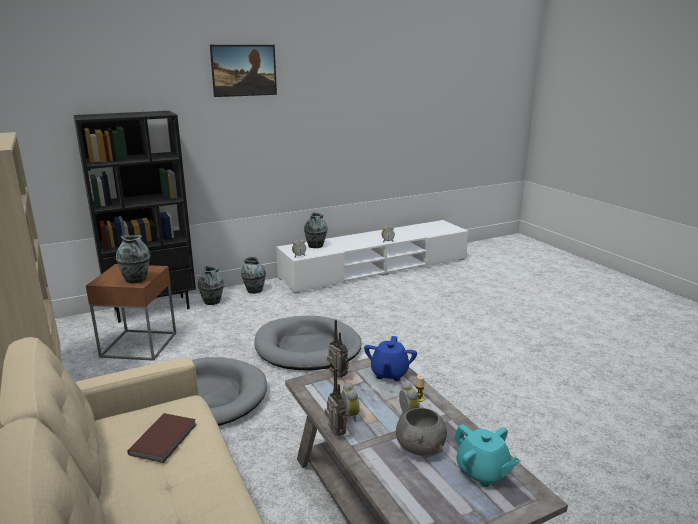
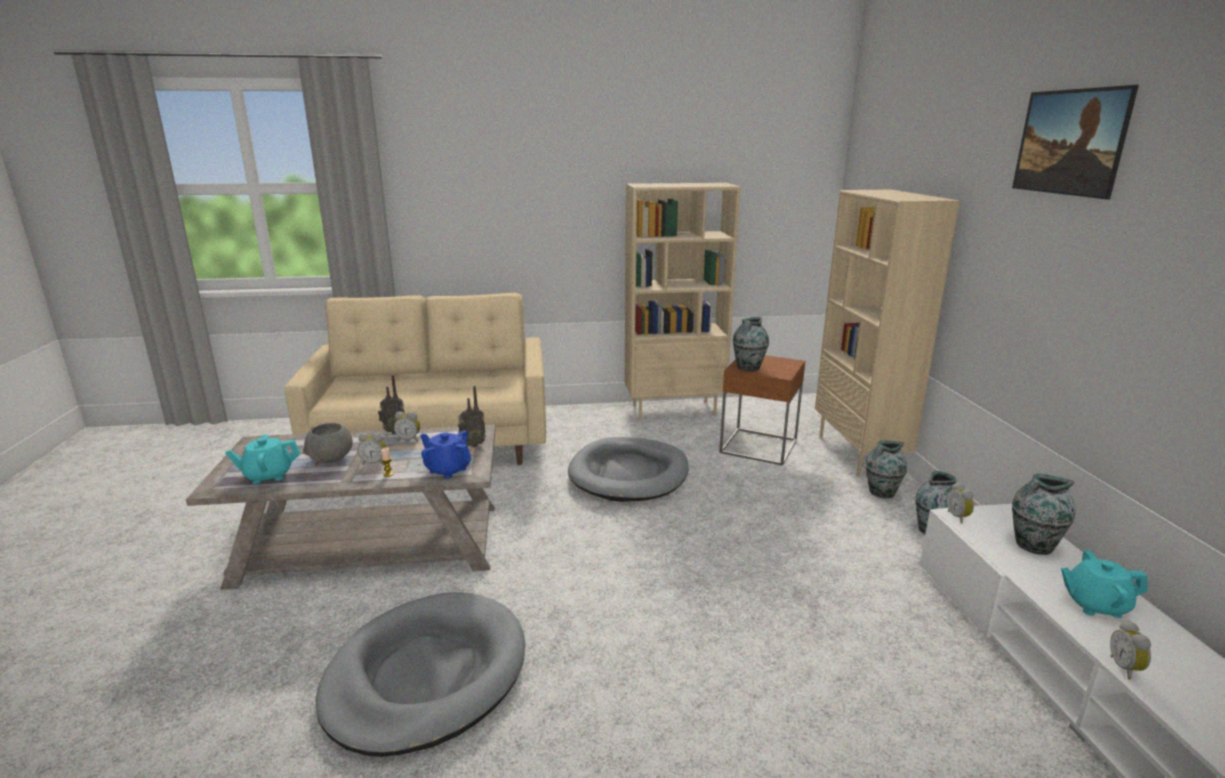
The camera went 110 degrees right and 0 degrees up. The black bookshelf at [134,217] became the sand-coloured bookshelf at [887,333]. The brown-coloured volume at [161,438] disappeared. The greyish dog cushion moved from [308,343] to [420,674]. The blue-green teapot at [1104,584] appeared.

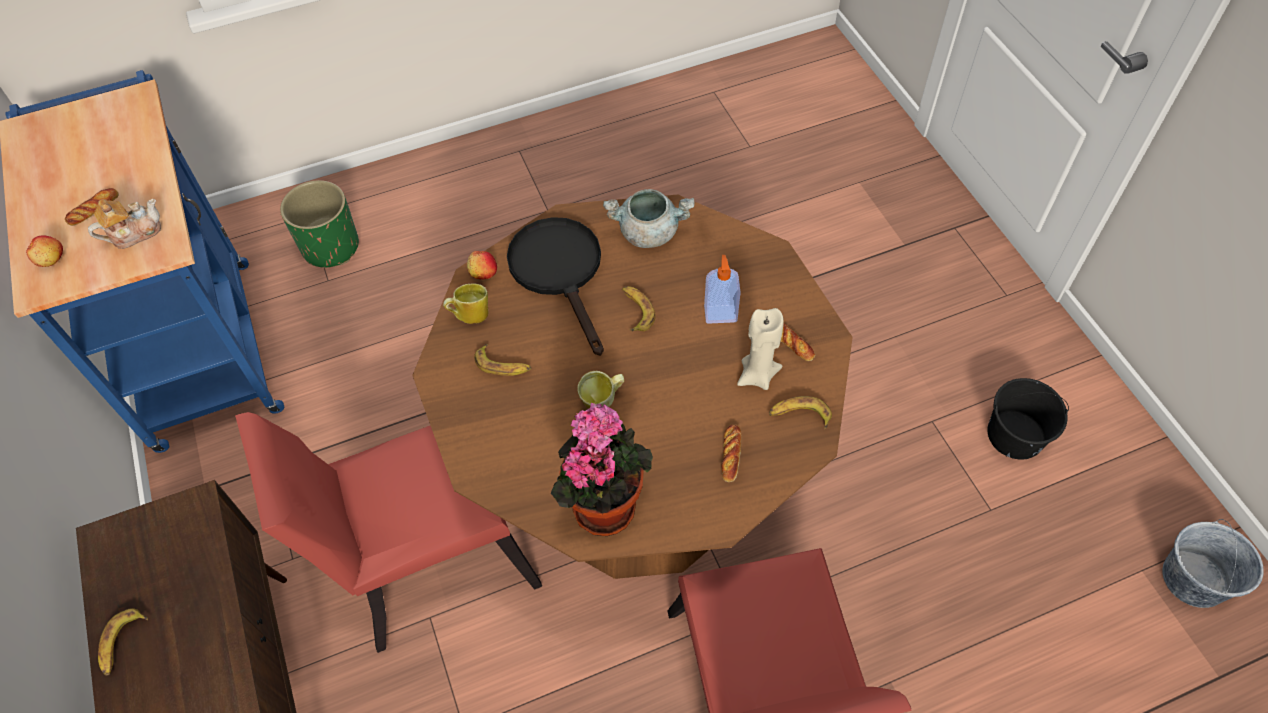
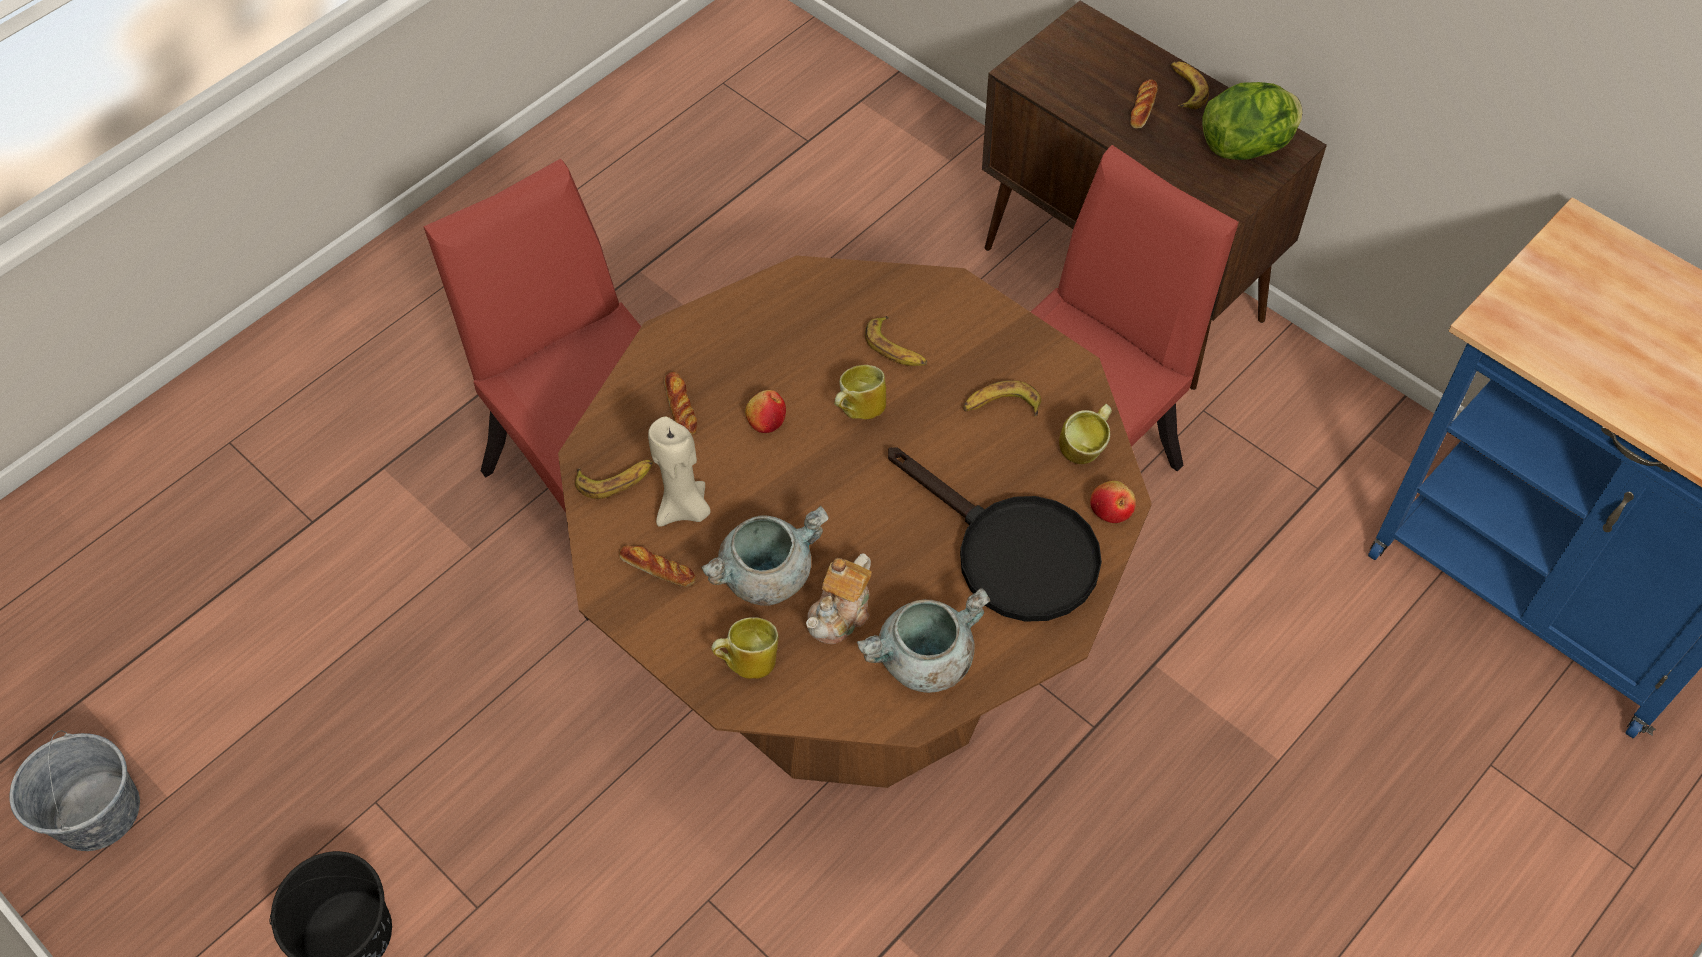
The camera went 155 degrees right and 0 degrees up. The apple moved from [44,251] to [765,411]. The bakery bread moved from [92,207] to [1144,103]. The teapot moved from [124,224] to [839,598]. The greenish flower pot at [319,224] disappeared. The plant in a pot at [602,469] disappeared. The banana moved from [639,308] to [896,341]. The liquid soap bottle at [722,289] was replaced by the greyish cooking pot at [765,555]. The coffee mug at [744,648] appeared. The lettuce head at [1252,121] appeared.

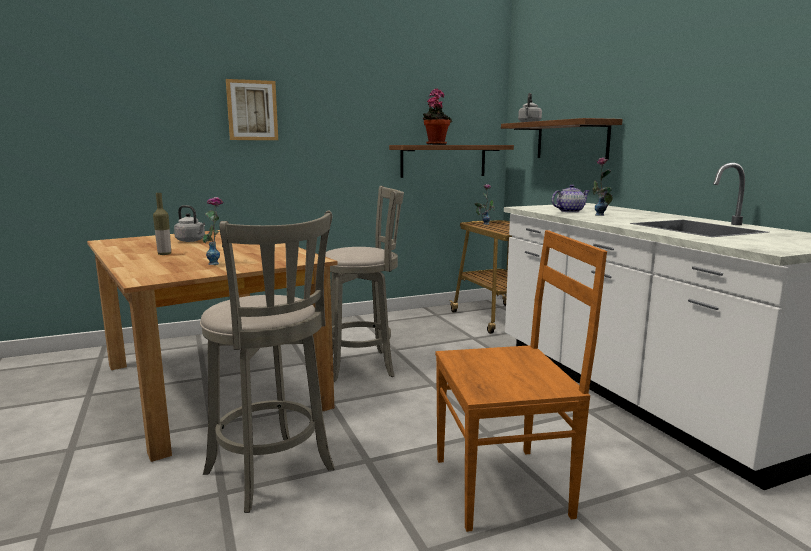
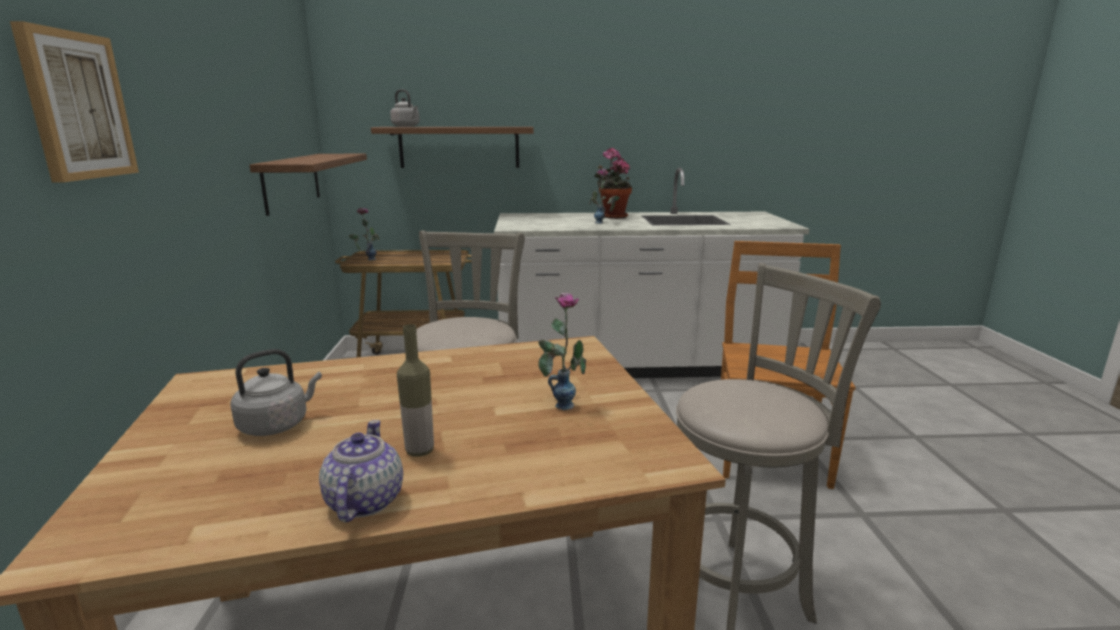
The camera went 70 degrees left and 5 degrees up. The plant in a pot moved from [437,116] to [613,183]. The teapot moved from [571,198] to [361,471].

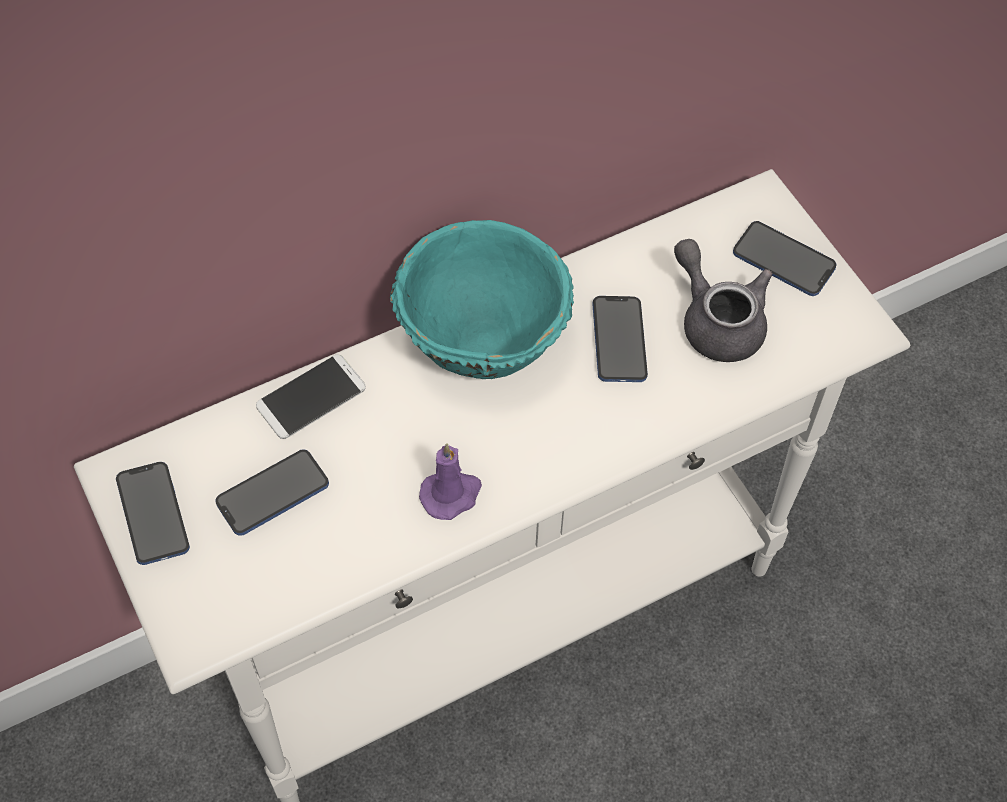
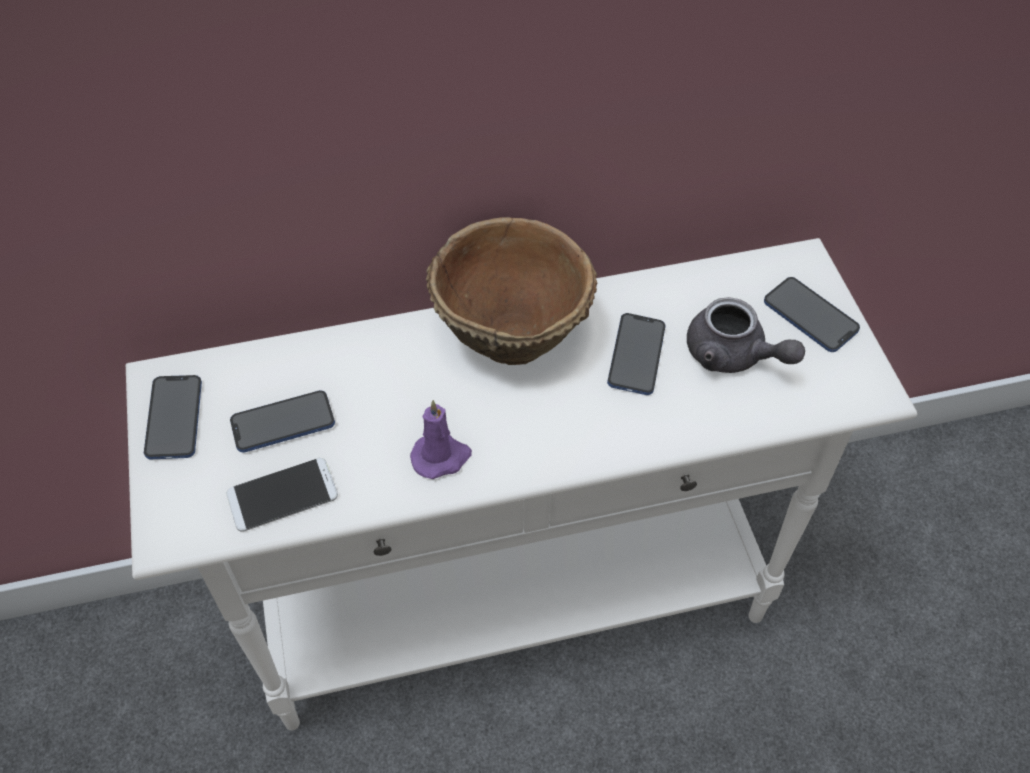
The camera went 15 degrees right and 5 degrees down. The handset moved from [311,397] to [282,495]. The blue-green bowl at [482,299] became the brown-coloured bowl at [511,291]. The greyish teapot at [723,300] turned 150 degrees clockwise.

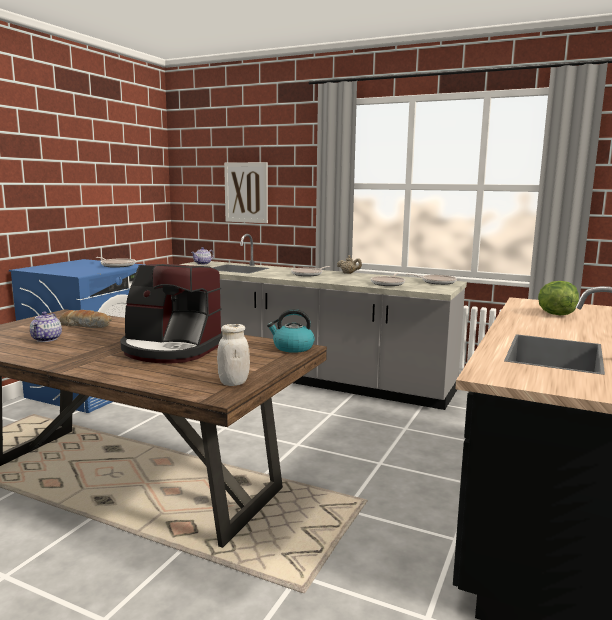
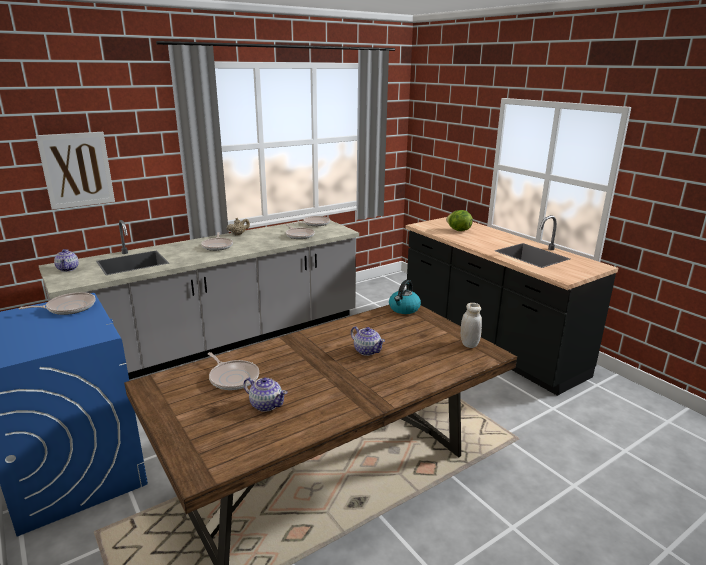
The camera went 60 degrees left and 10 degrees up. The bakery bread at [85,319] was replaced by the skillet at [233,371]. The coffee machine at [171,314] was replaced by the teapot at [368,341].

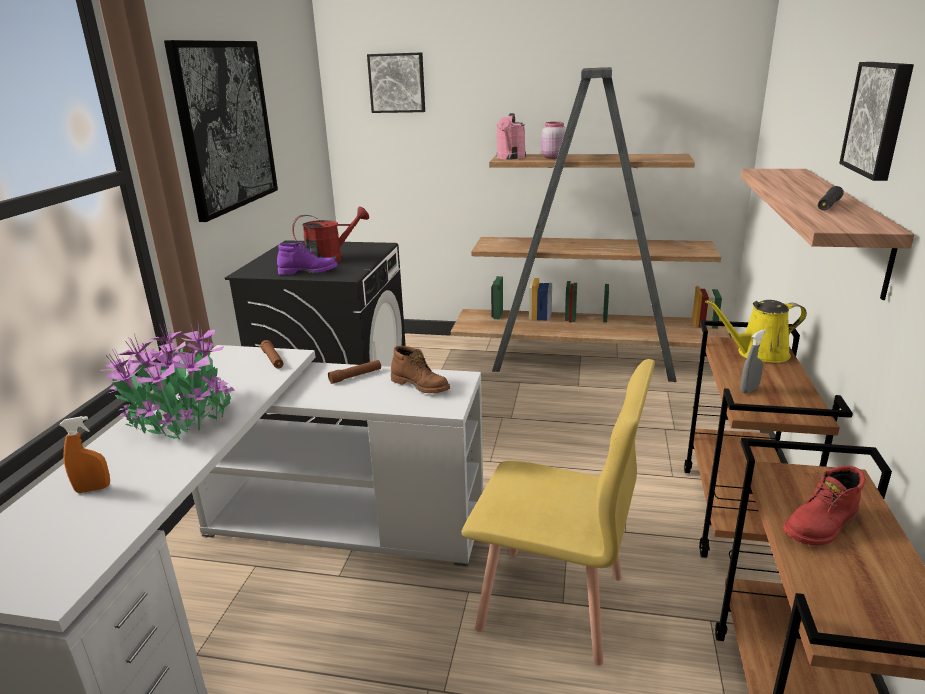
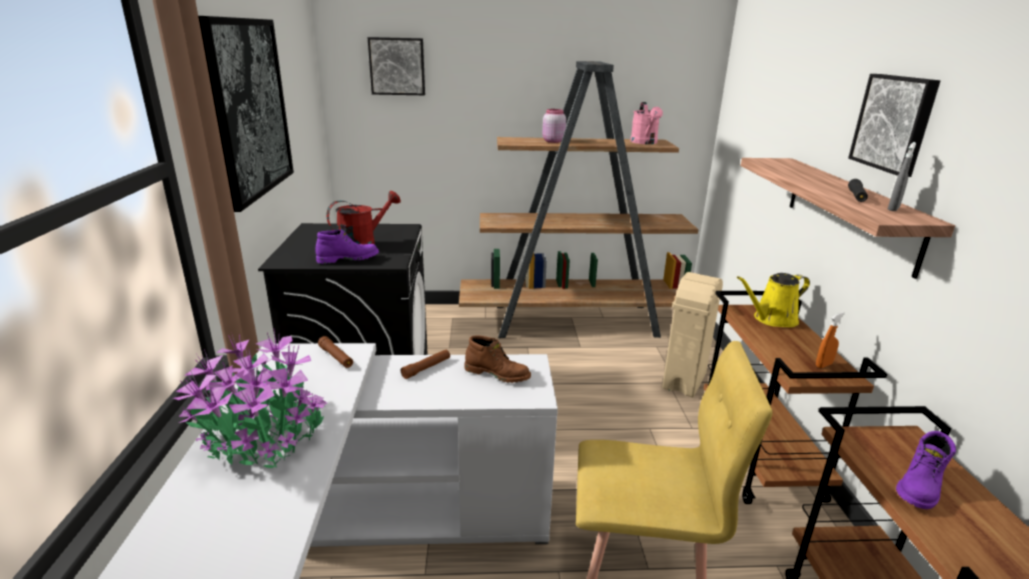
The camera went 15 degrees left and 0 degrees up. The orangey hand sprayer moved from [84,454] to [830,340]. The pink-coloured watering pot moved from [511,136] to [646,123]. The greyish hand sprayer moved from [753,361] to [902,176]. The red-coloured tall boot at [824,505] became the purplish tall boot at [926,470]. The sand-coloured rubbish bin at [692,334] appeared.

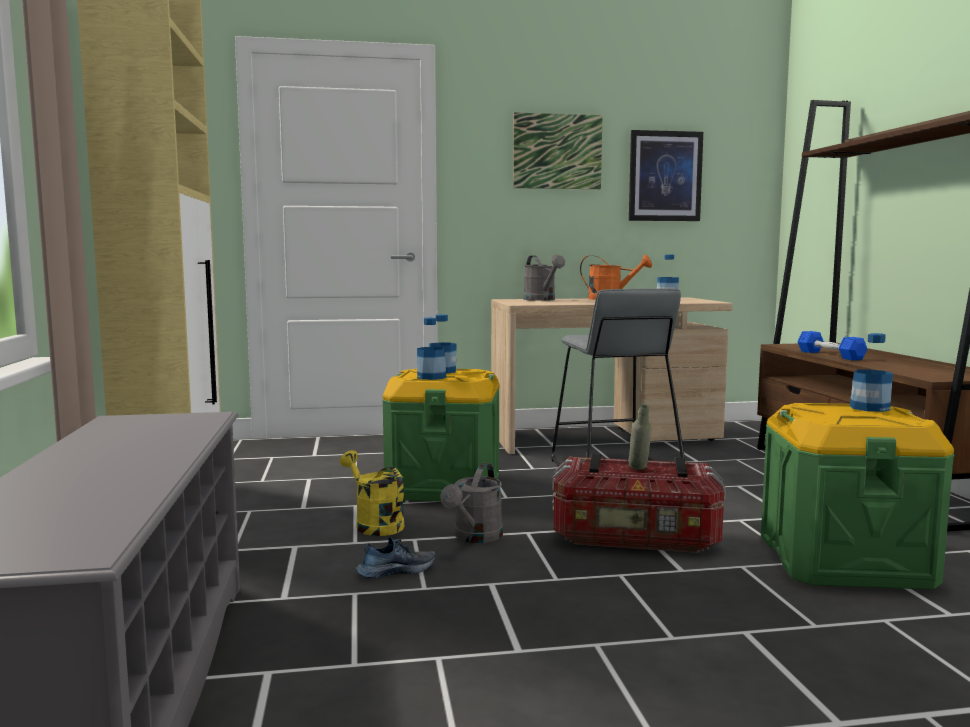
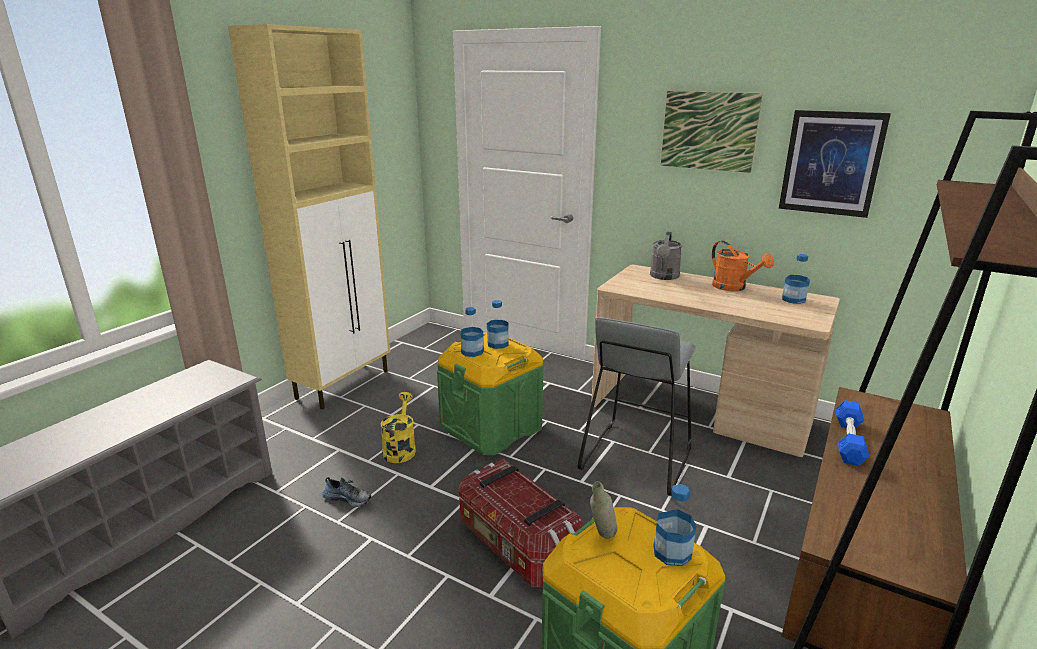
The camera went 40 degrees right and 15 degrees up. The greyish watering pot at [472,503] disappeared. The greyish drink bottle moved from [640,437] to [603,509].

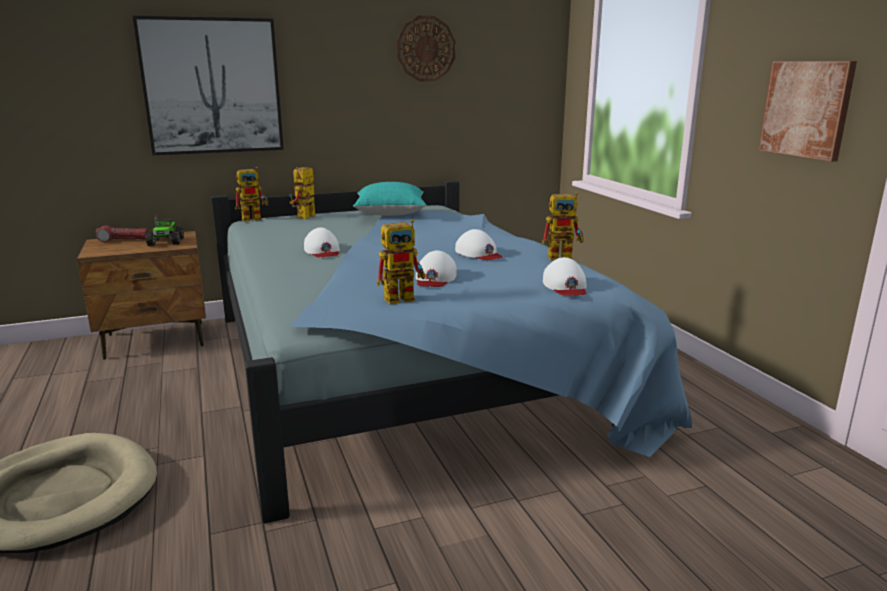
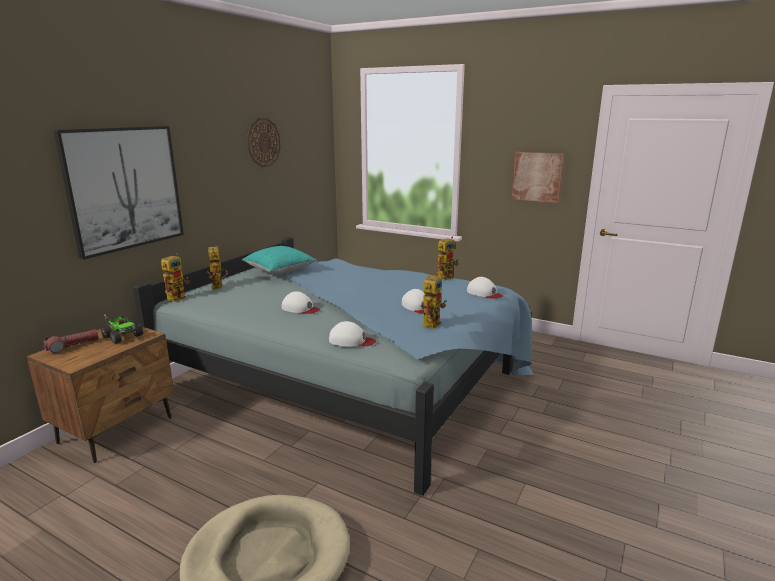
The camera went 40 degrees left and 0 degrees up. The white baseball cap moved from [479,244] to [352,334].

